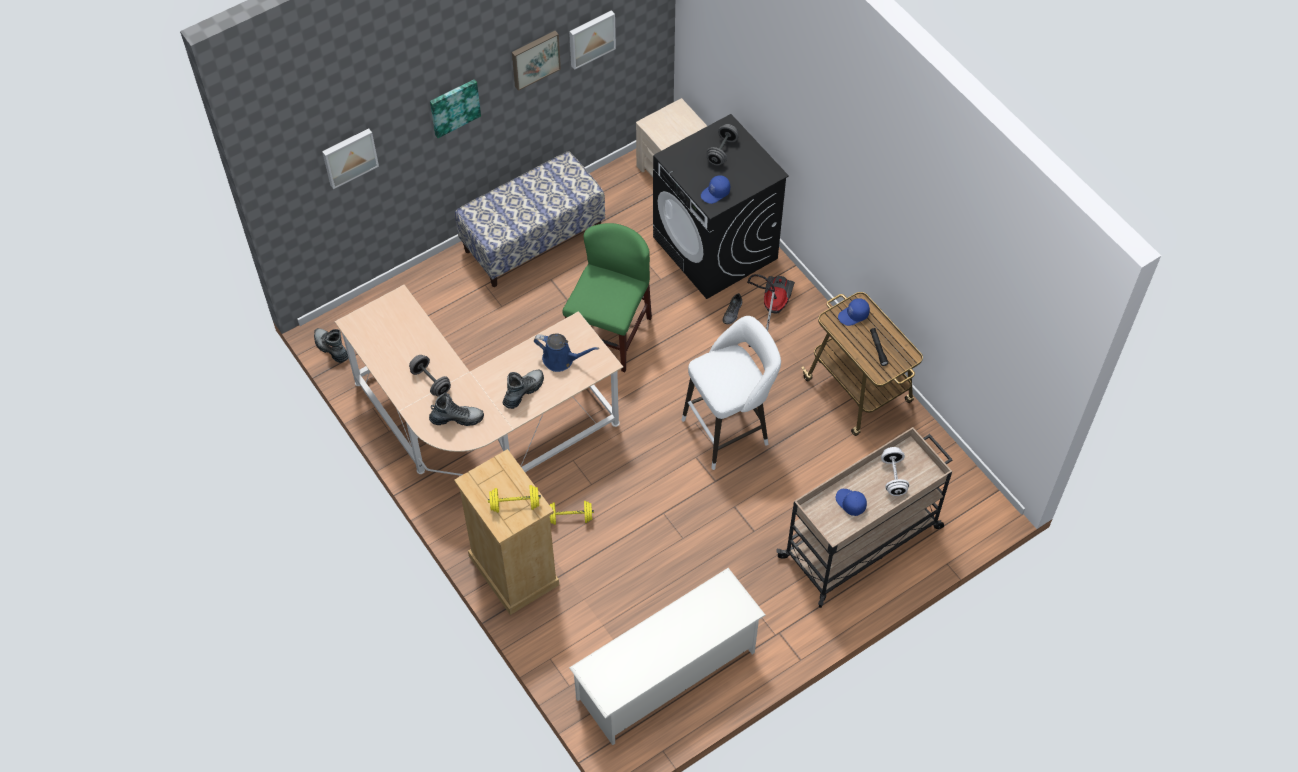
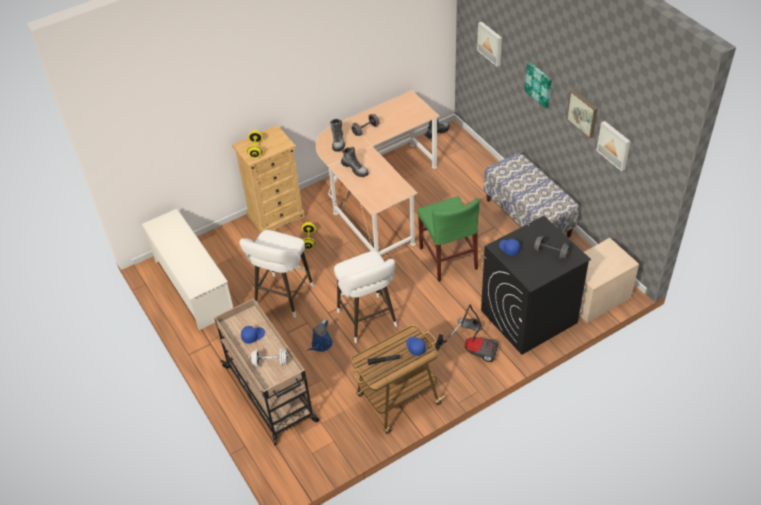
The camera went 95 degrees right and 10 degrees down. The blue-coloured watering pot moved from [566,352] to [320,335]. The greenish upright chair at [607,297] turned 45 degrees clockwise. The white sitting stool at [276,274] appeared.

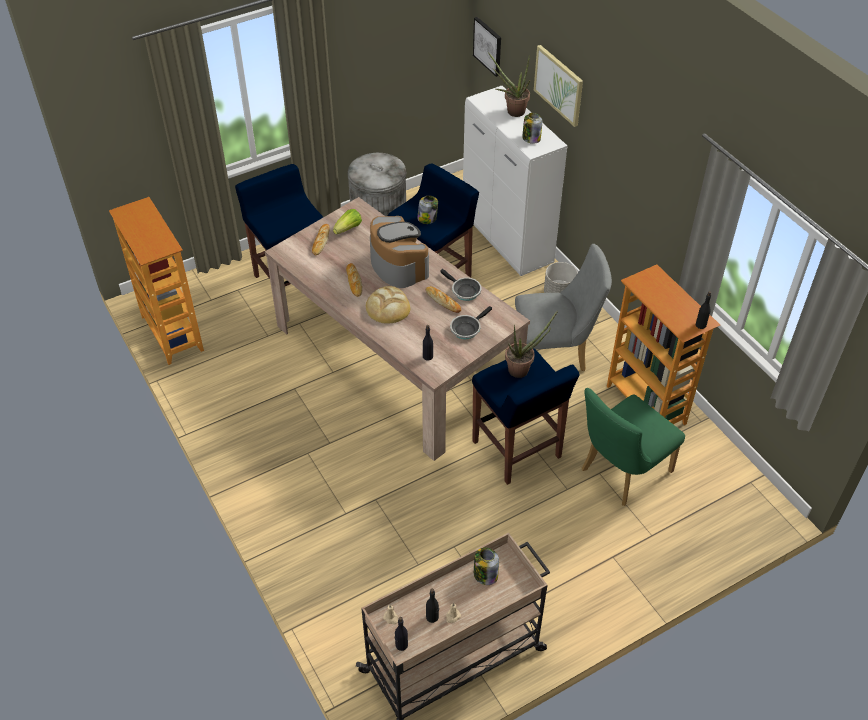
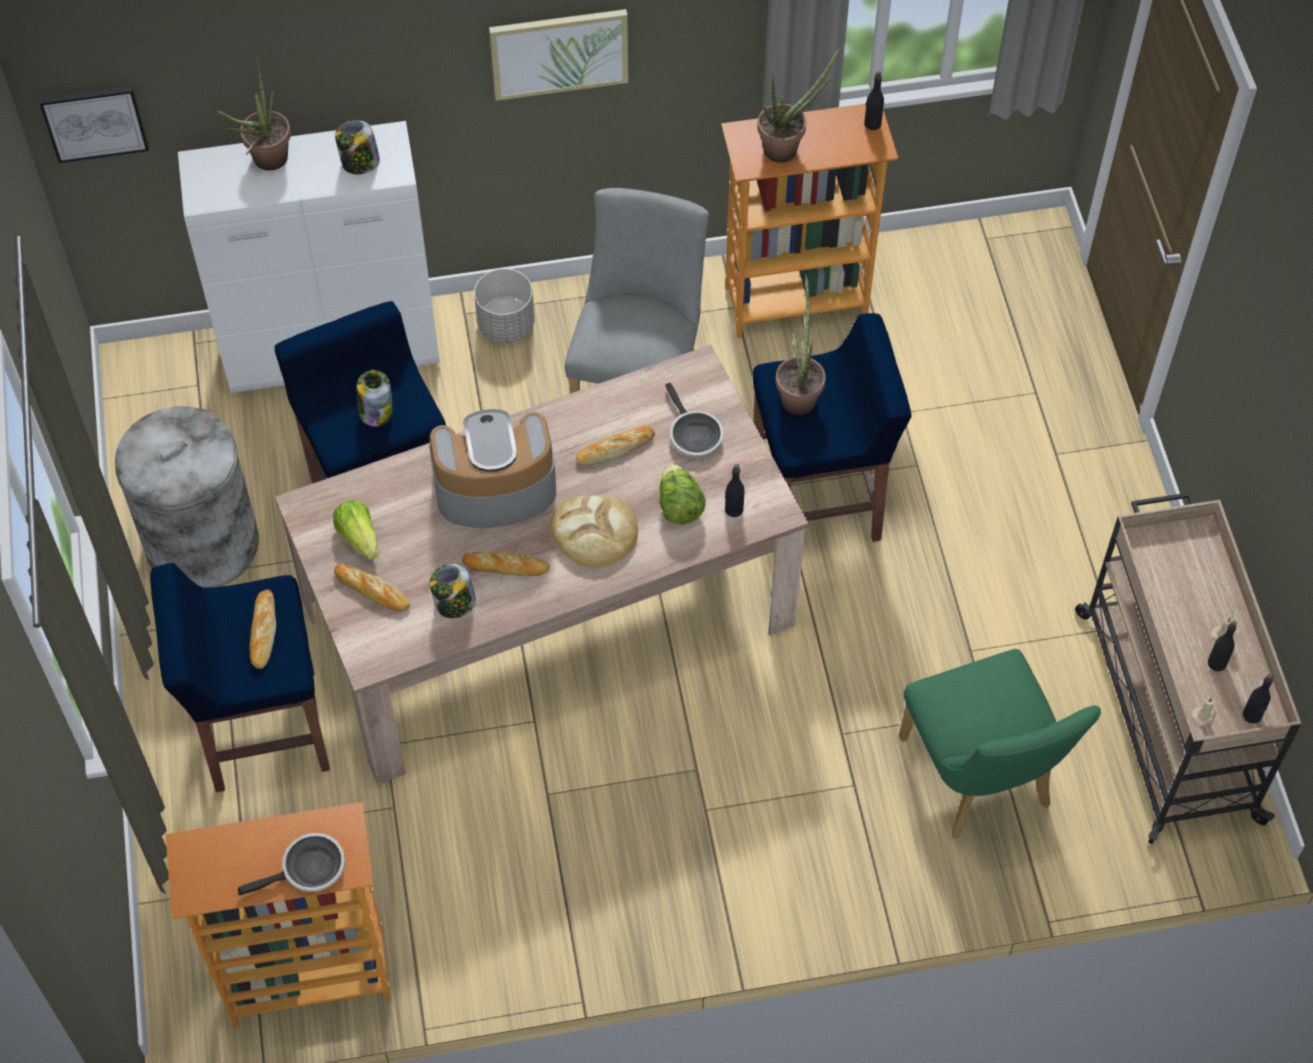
The camera went 70 degrees left and 10 degrees up. The skillet moved from [461,285] to [291,864]. The storage jar moved from [486,566] to [453,591]. The picture moved from [558,86] to [558,55]. The greenish upright chair moved from [633,447] to [1000,744]. The bakery bread at [263,629] appeared. The lettuce head at [682,494] appeared. The plant in a pot at [799,103] appeared.

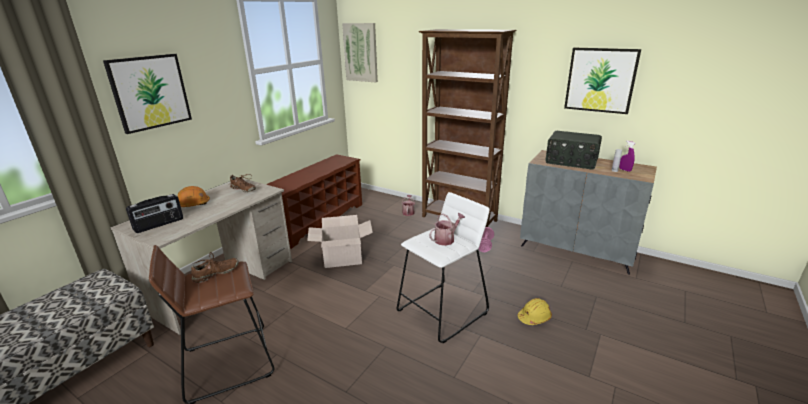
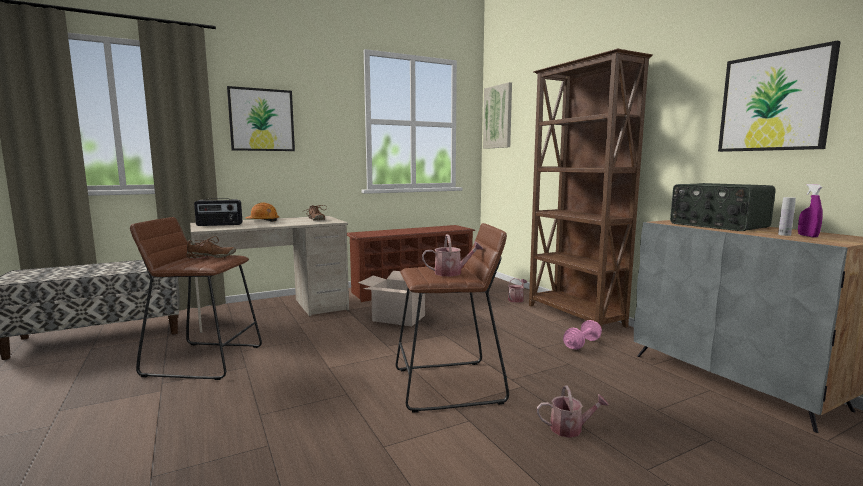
The camera went 30 degrees right and 15 degrees down. The white sitting stool at [443,267] became the brown-coloured sitting stool at [452,317]. The yellow-coloured work helmet at [534,311] was replaced by the watering pot at [573,411].

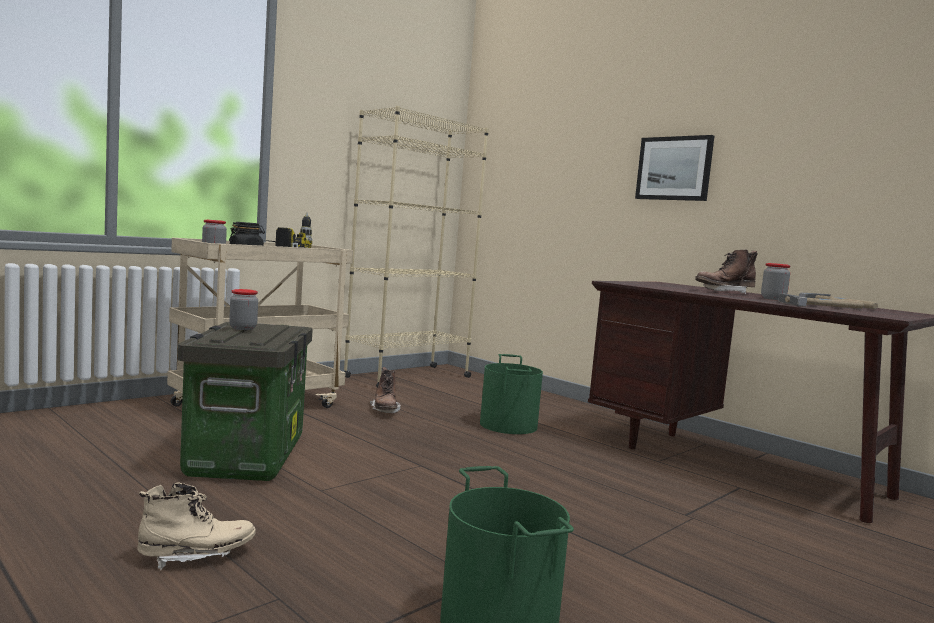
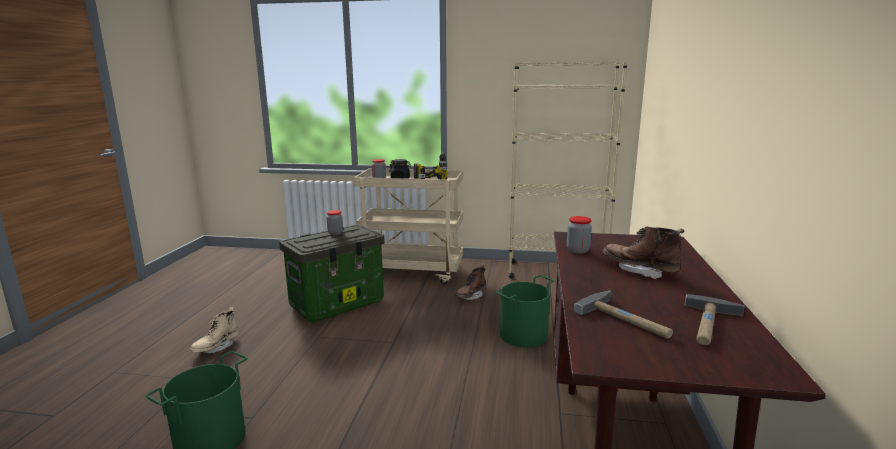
The camera went 55 degrees right and 10 degrees up. The sand-coloured tall boot at [196,526] turned 90 degrees clockwise. The picture at [674,168] disappeared. The storage jar moved from [775,281] to [579,235].

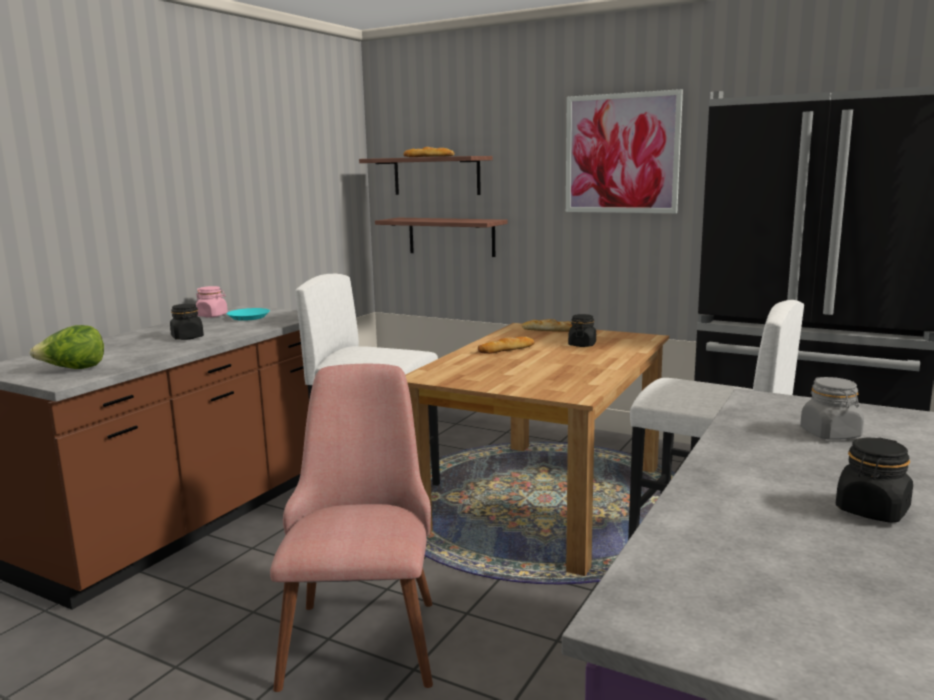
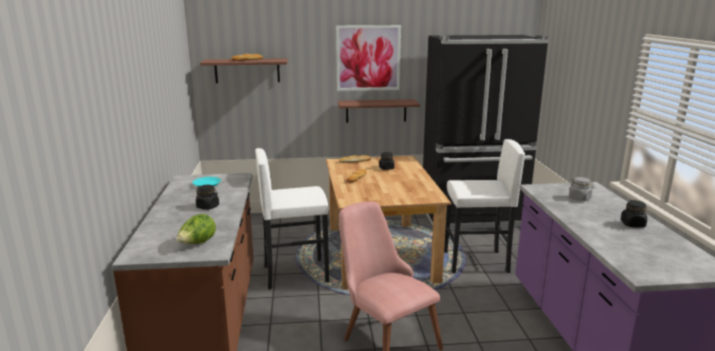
The camera went 35 degrees left and 5 degrees up. The pink-coloured storage jar at [212,302] disappeared. The wall shelf moved from [441,237] to [379,111].

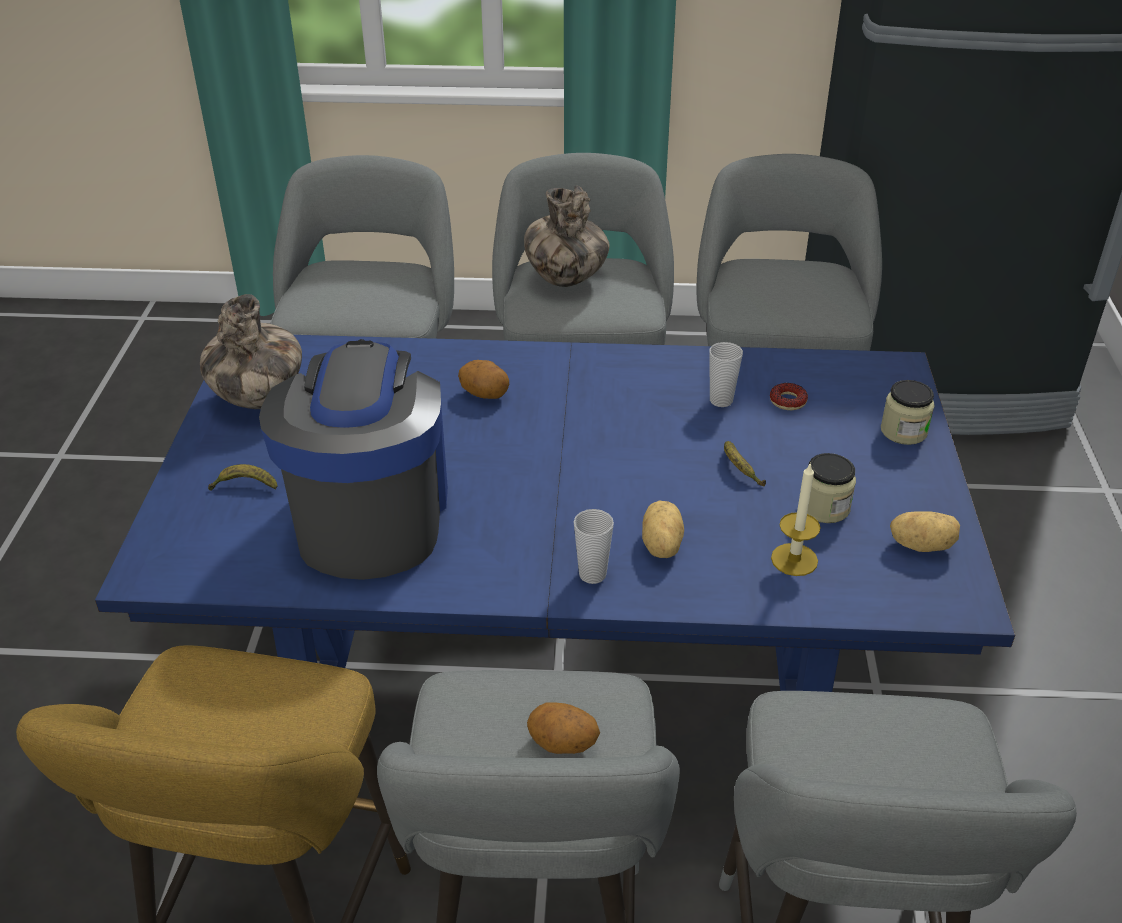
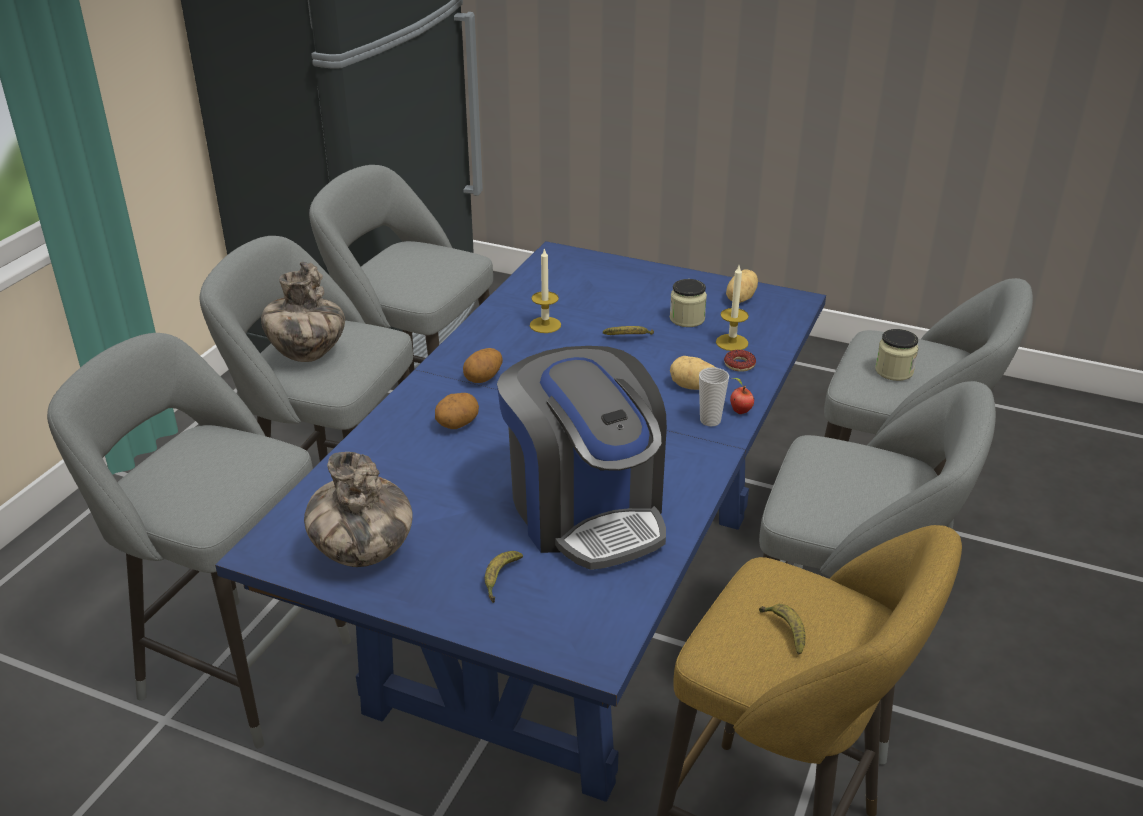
The camera went 70 degrees left and 5 degrees down. The coffee machine at [353,459] turned 135 degrees counterclockwise. The potato moved from [563,728] to [483,365]. The small cup at [726,374] was replaced by the candle at [545,290]. The donut moved from [789,396] to [740,361]. The storage jar moved from [907,412] to [896,355]. The apple at [742,396] appeared. The banana at [782,629] appeared.

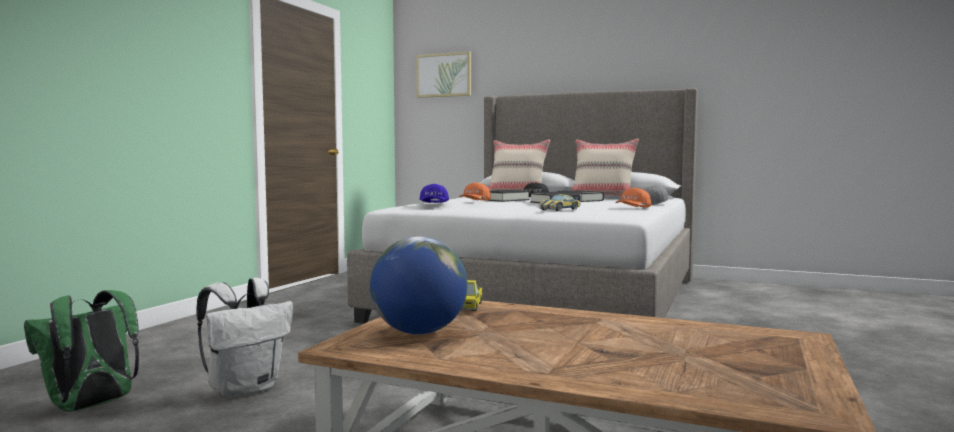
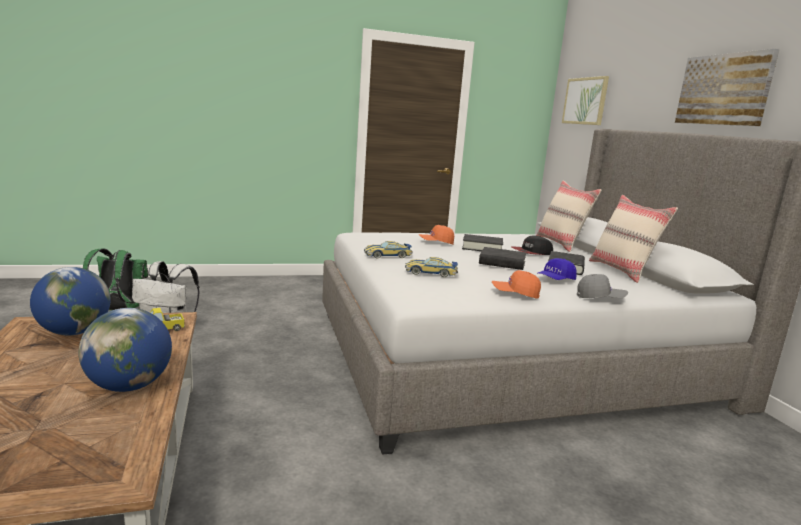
The camera went 50 degrees right and 10 degrees up. The blue-coloured baseball cap moved from [434,193] to [557,269]. The globe at [125,350] appeared. The toy car at [388,250] appeared. The picture at [727,87] appeared.

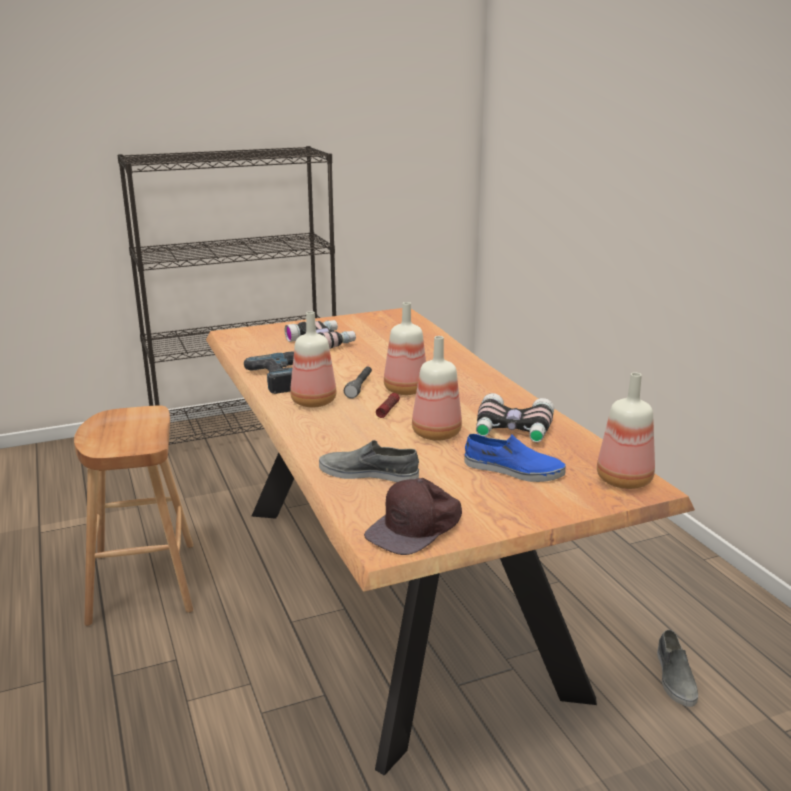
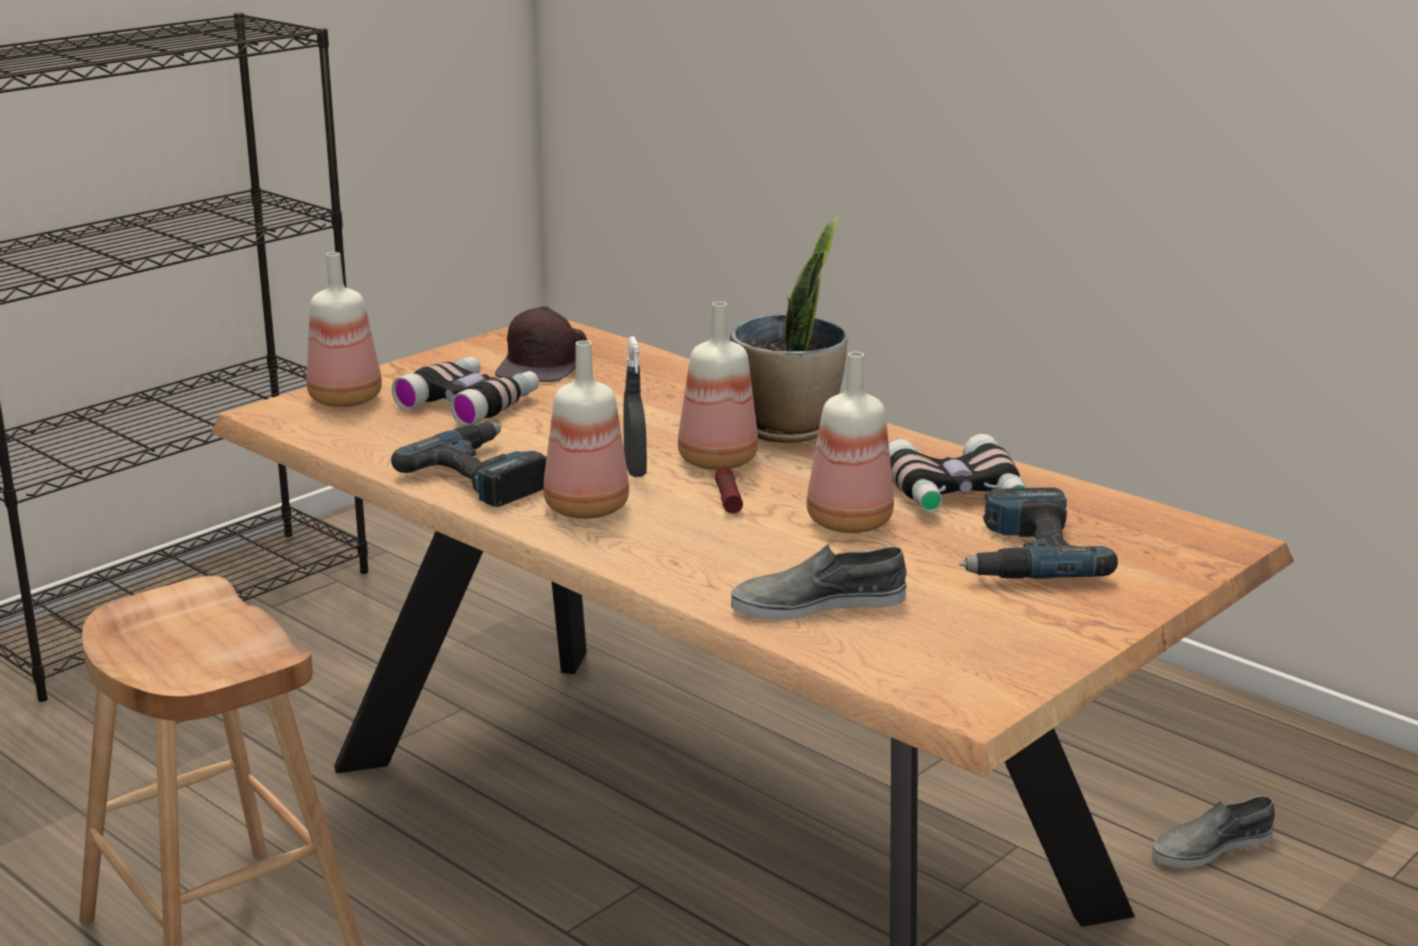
The camera went 25 degrees left and 0 degrees up. The greyish flashlight at [358,382] was replaced by the greyish hand sprayer at [635,406]. The brown-coloured baseball cap moved from [413,516] to [541,344]. The blue-coloured item of footwear at [515,458] was replaced by the electric drill at [1038,533]. The drink bottle moved from [626,430] to [344,329]. The greyish item of footwear at [677,668] turned 90 degrees clockwise. The plant in a pot at [789,329] appeared.

